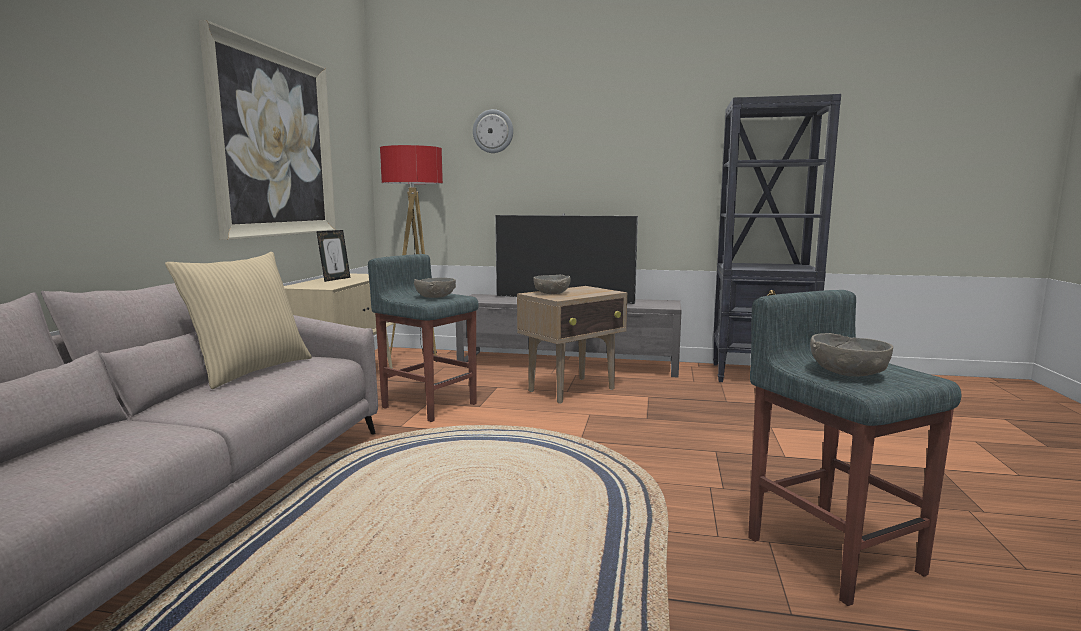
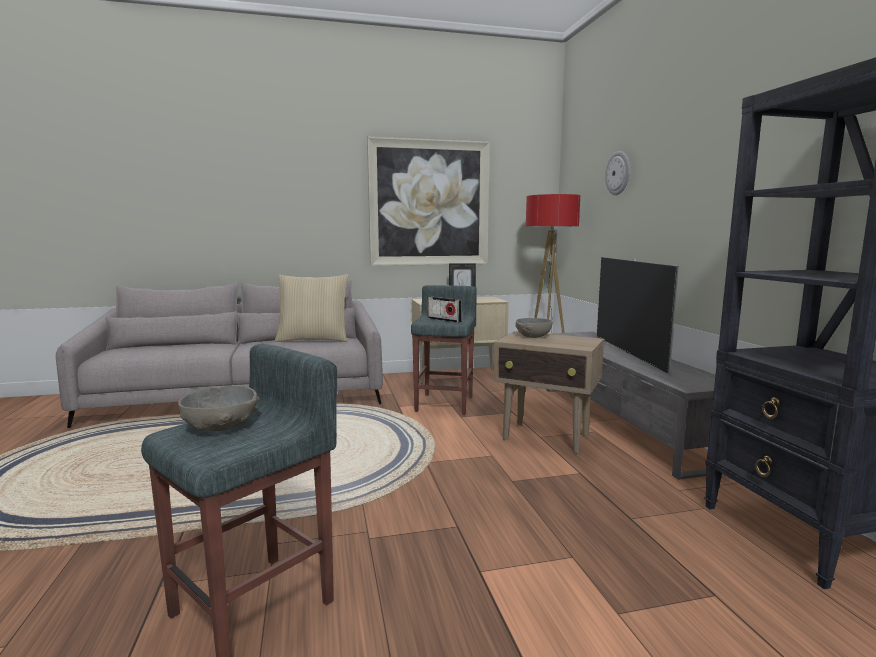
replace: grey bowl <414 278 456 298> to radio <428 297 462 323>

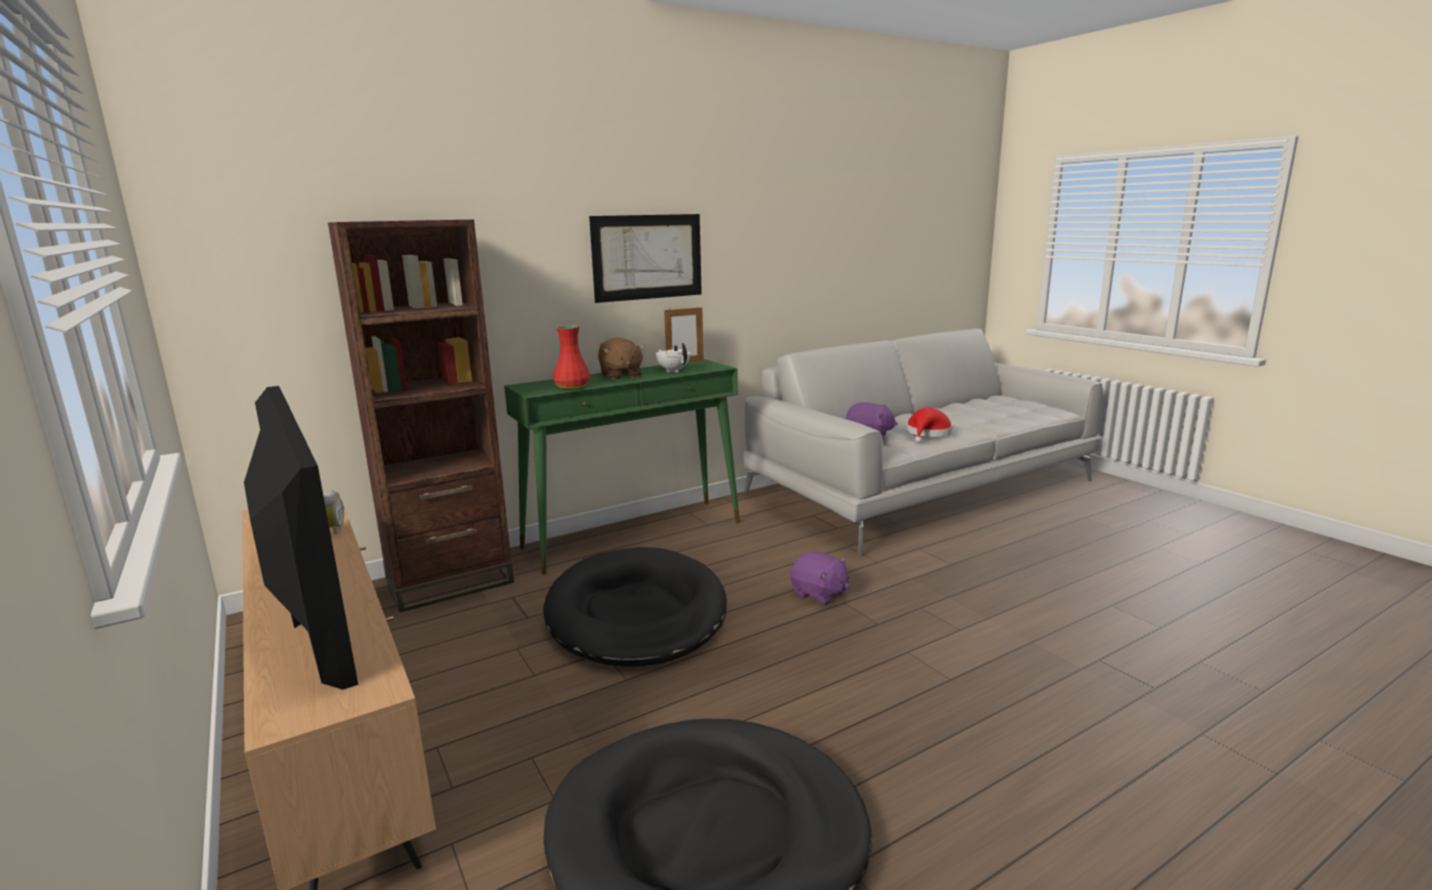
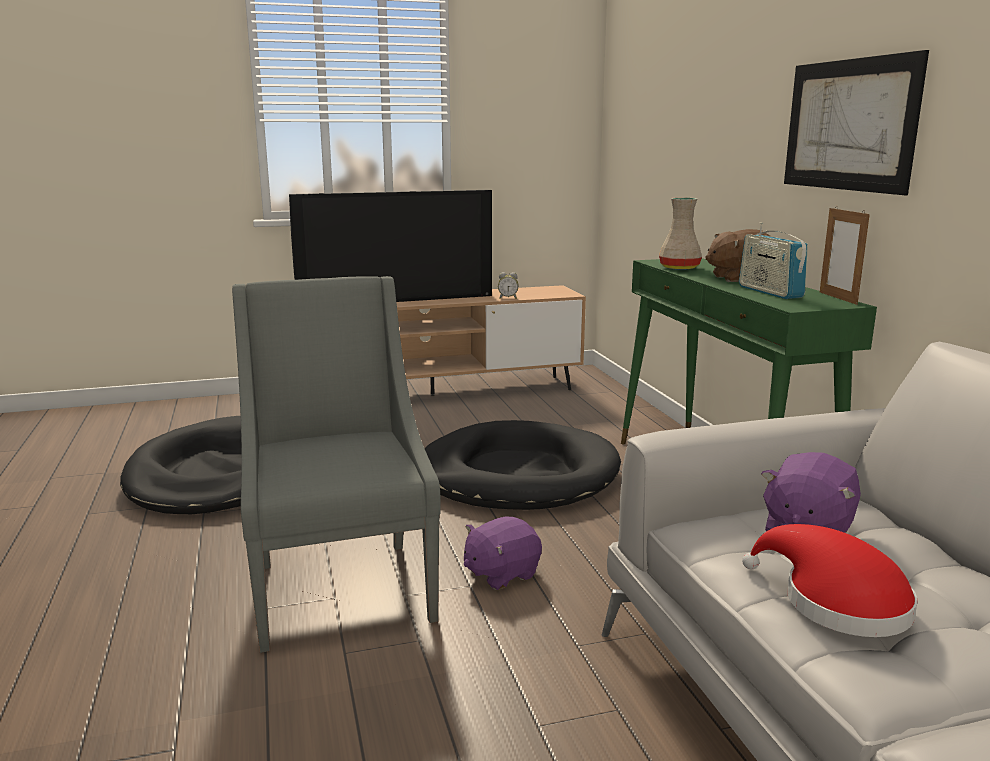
delete: brown bookcase <328 220 514 613>
insert: grey armchair <232 276 441 653>
replace: white teapot <656 343 690 372> to radio <739 222 808 299>
recolor: red vase <553 326 590 389> to beige vase <659 197 702 270>

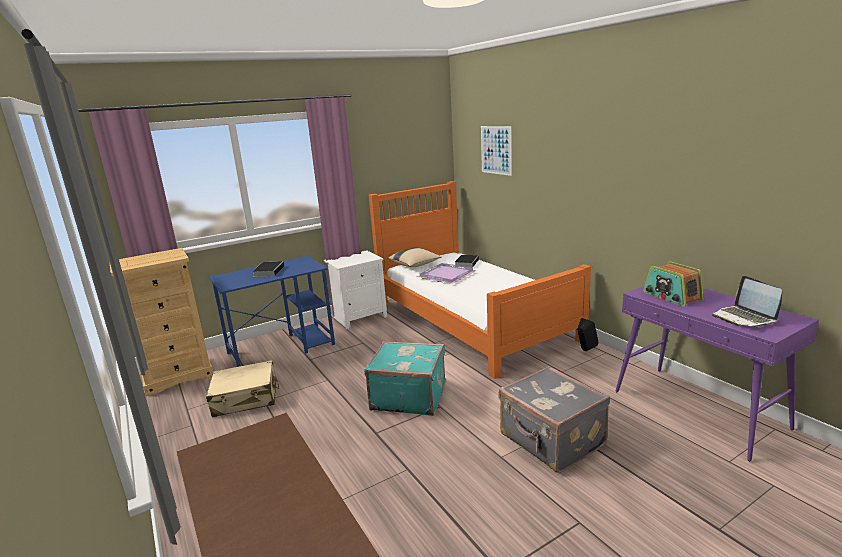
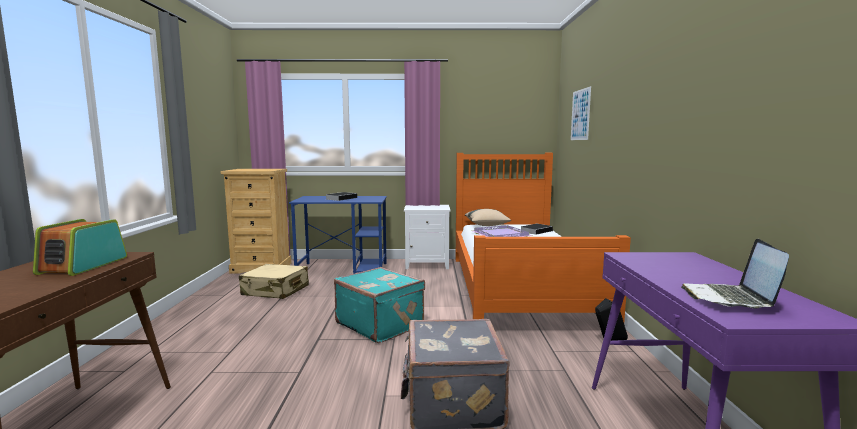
move: radio <643 261 703 306> to <33 219 127 276>

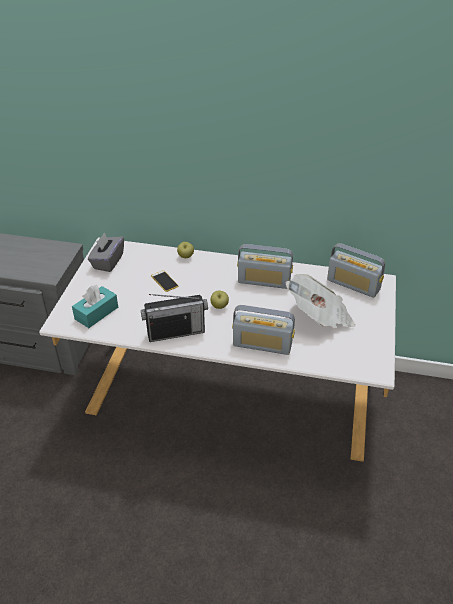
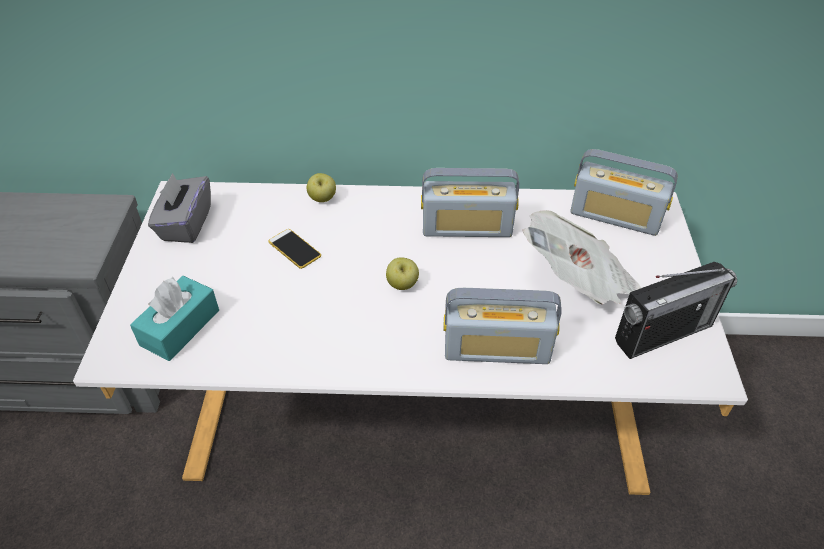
move: radio <141 294 208 342> to <615 262 737 359>

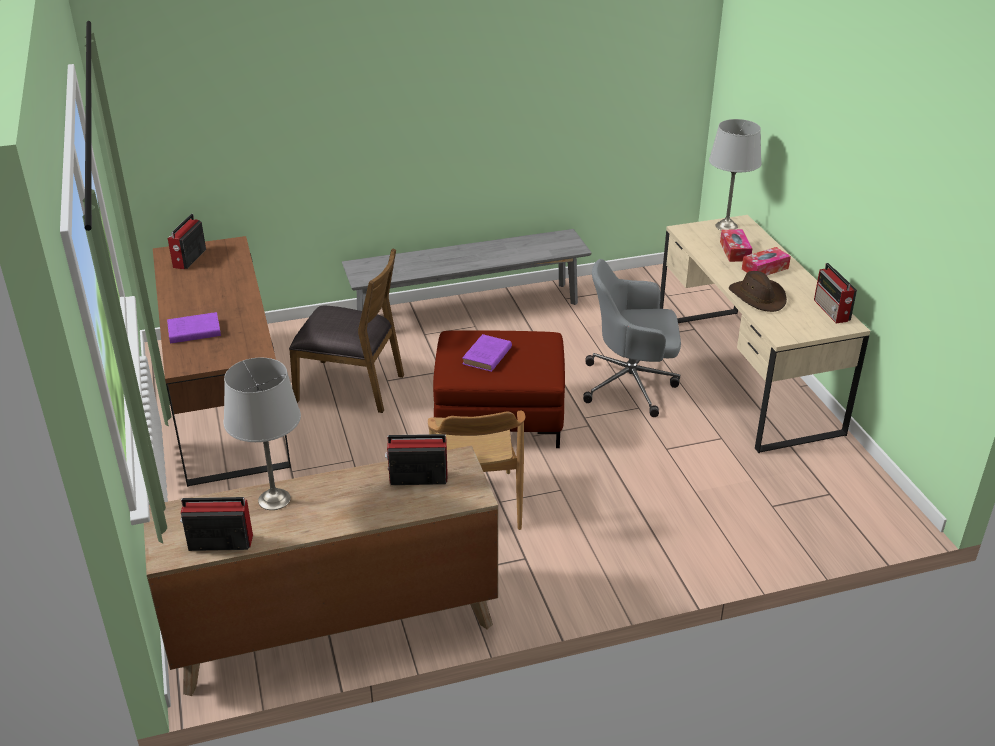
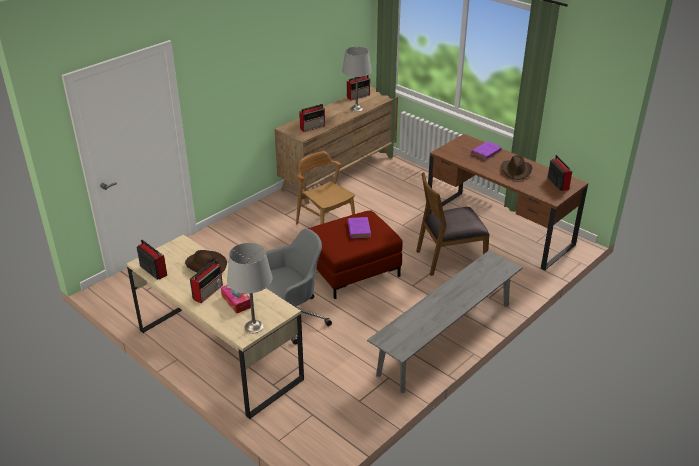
insert: brown hat <502 155 532 180>
replace: tissue box <742 247 791 276> to radio <190 260 223 304>

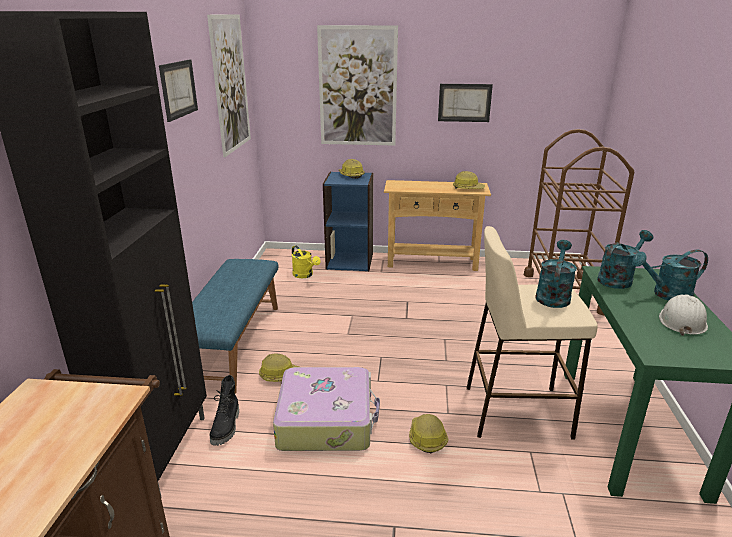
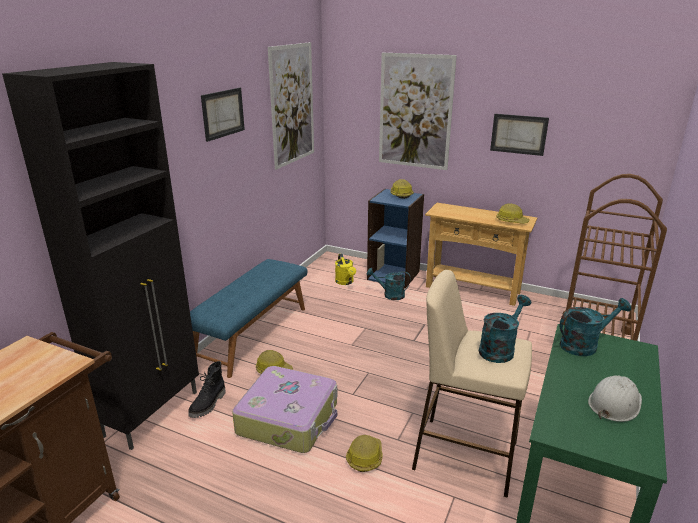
move: turquoise watering can <632 249 708 301> to <367 268 411 300>

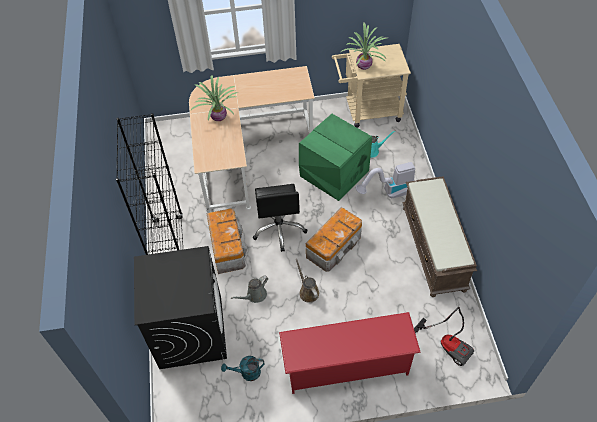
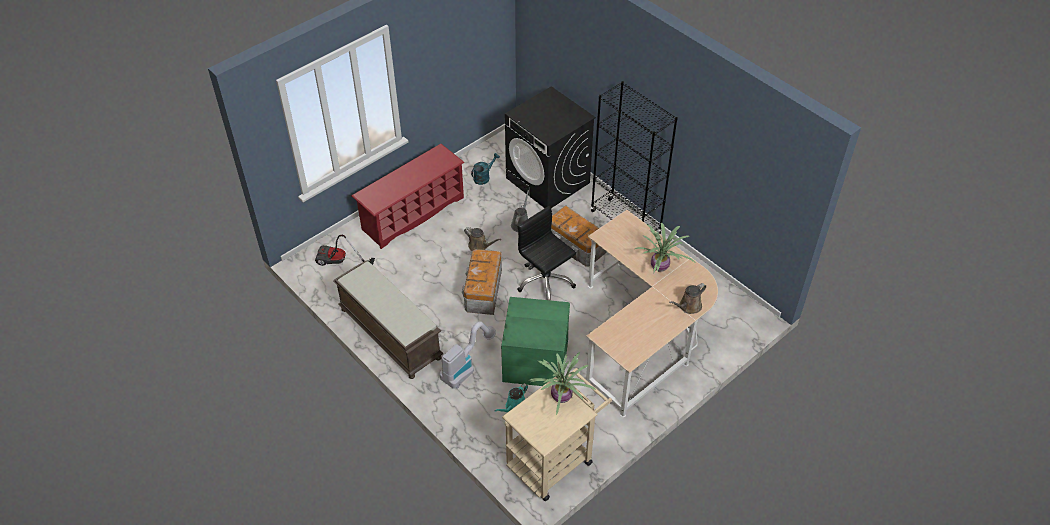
insert: brown watering can <669 283 706 314>

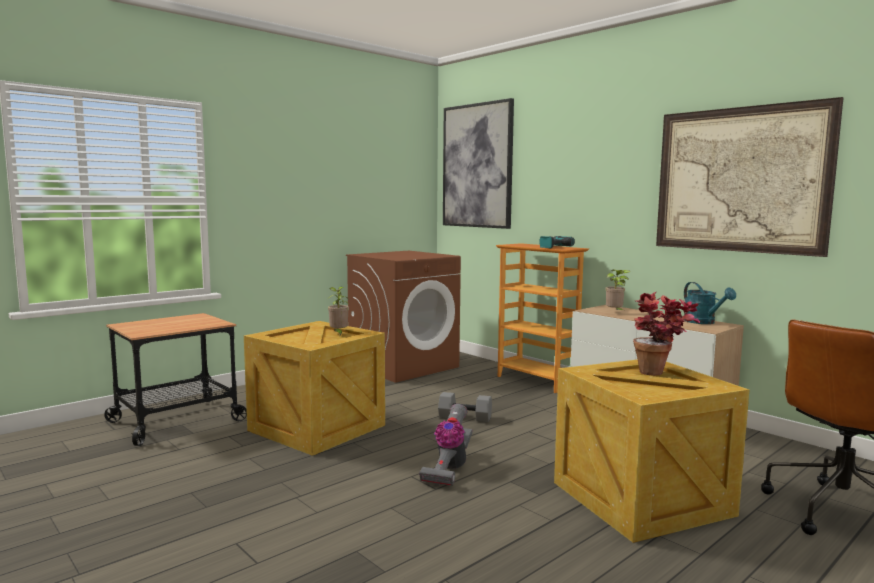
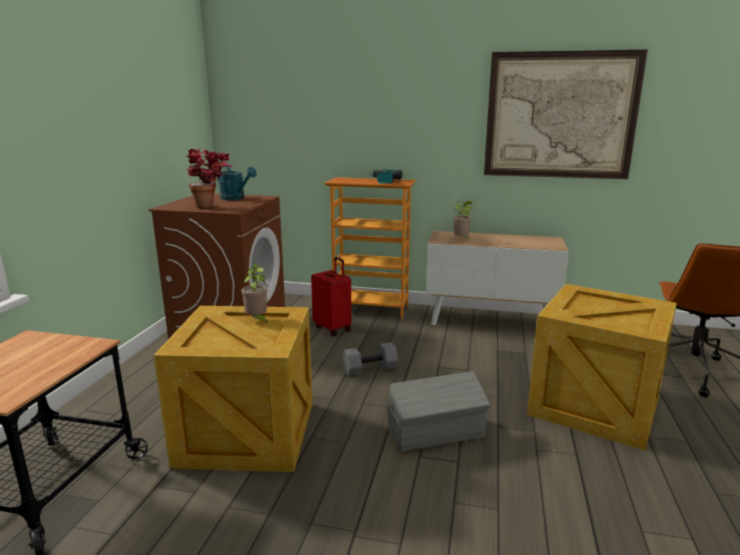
delete: picture <443 98 514 229>
insert: red suitcase <311 257 352 336>
move: turquoise watering can <684 282 736 324> to <217 166 257 200>; potted plant <633 292 700 376> to <187 148 232 208>
replace: vacuum cleaner <419 404 472 486> to grey storage box <387 371 490 452>

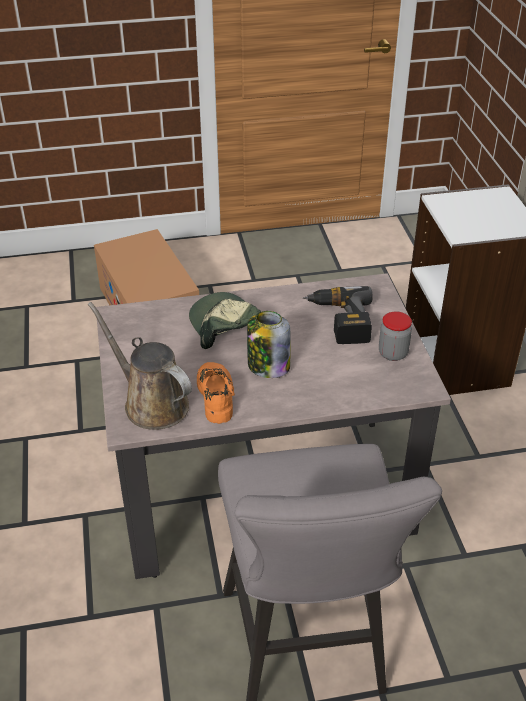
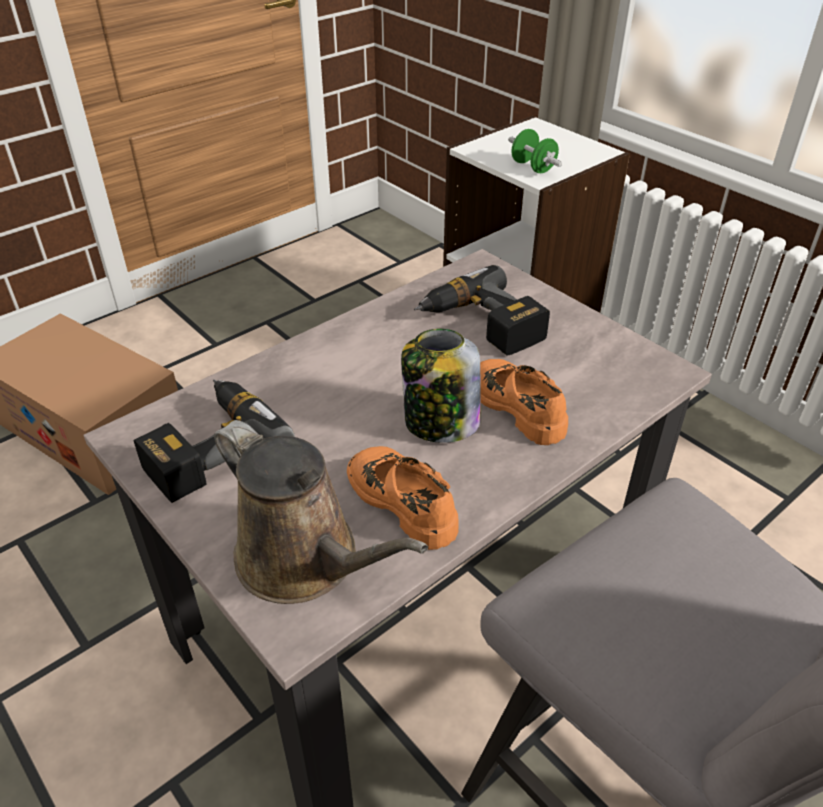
delete: cap <189 292 262 349>; jar <379 311 412 361>
insert: green dumbbell <508 129 562 173>; orange shoe <480 359 568 445>; power drill <134 379 295 503>
rotate: brown watering can <88 302 192 430> = <214 420 428 604> 150 degrees counterclockwise

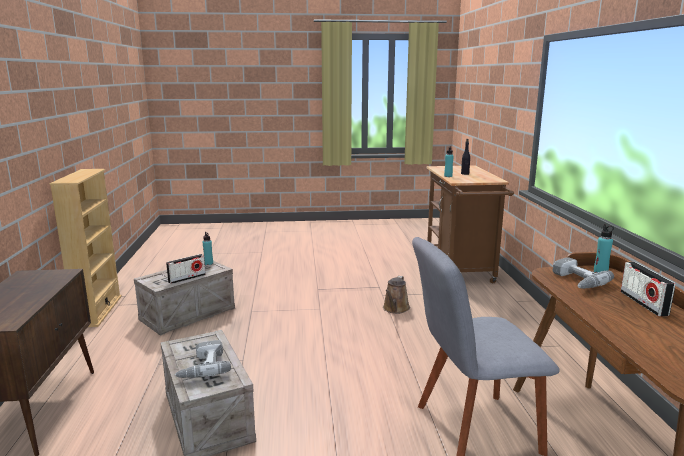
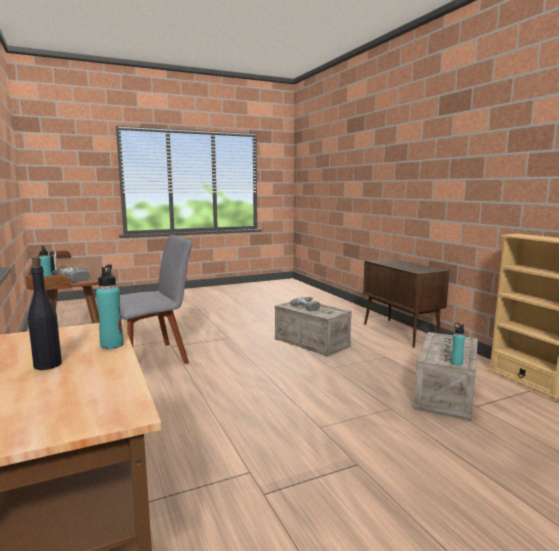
delete: radio <166 254 206 284>; brown watering can <383 276 410 314>

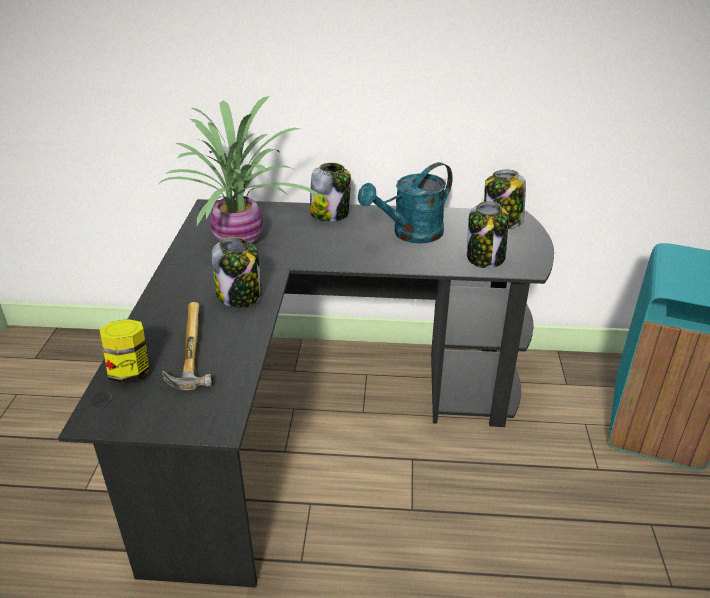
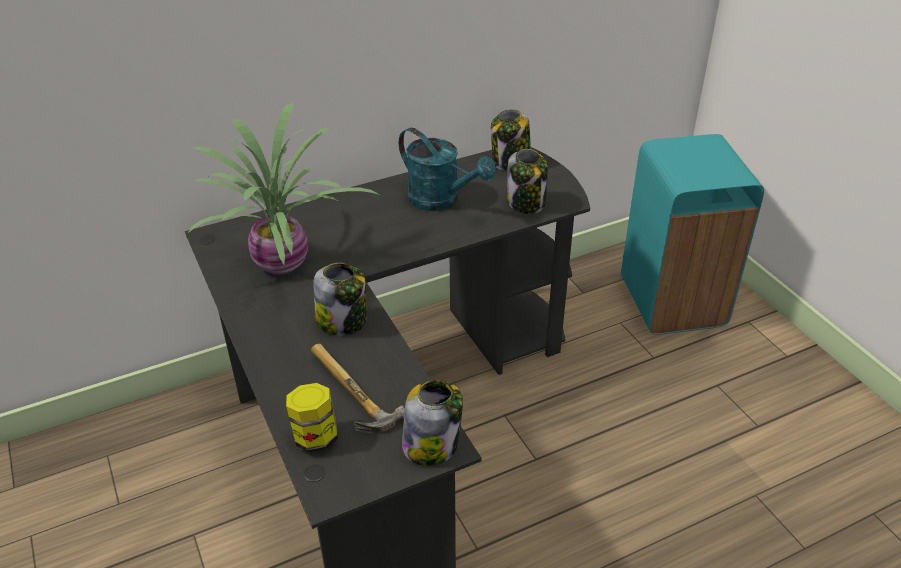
move: jar <310 163 351 221> to <402 380 463 466>
rotate: turquoise watering can <358 162 453 244> = <399 128 496 211> 75 degrees counterclockwise

